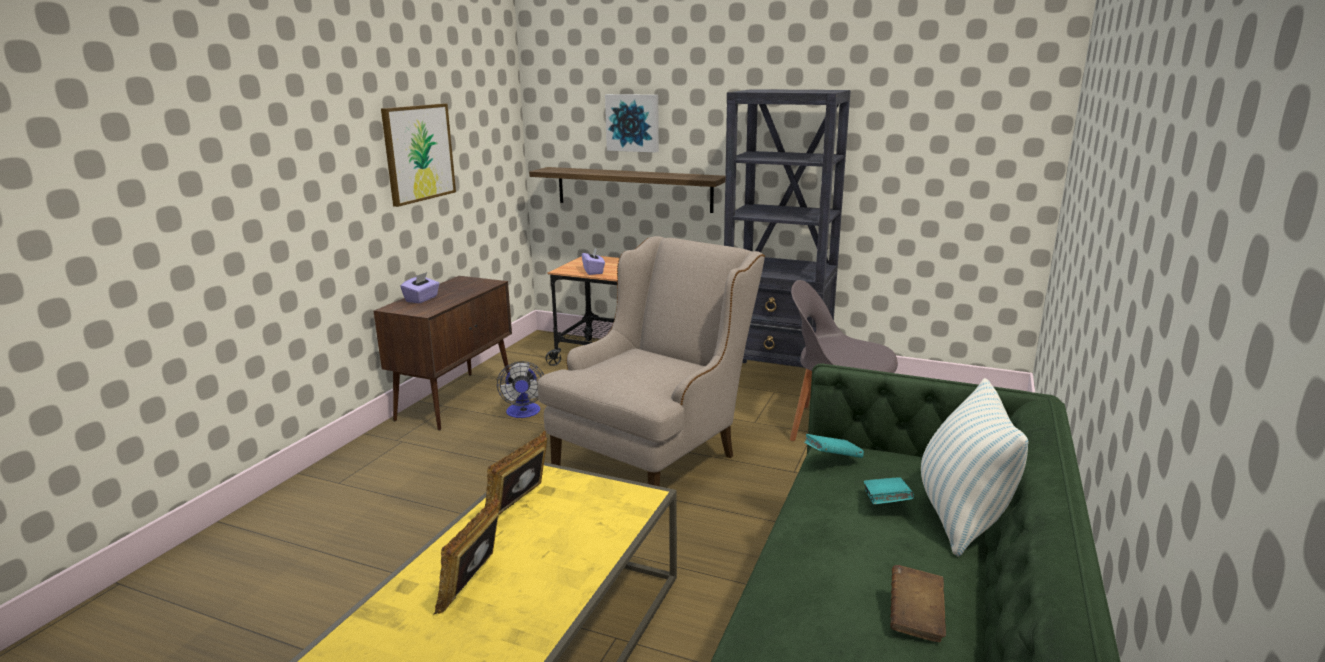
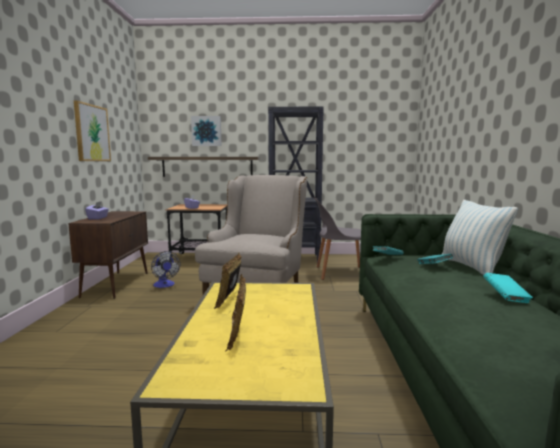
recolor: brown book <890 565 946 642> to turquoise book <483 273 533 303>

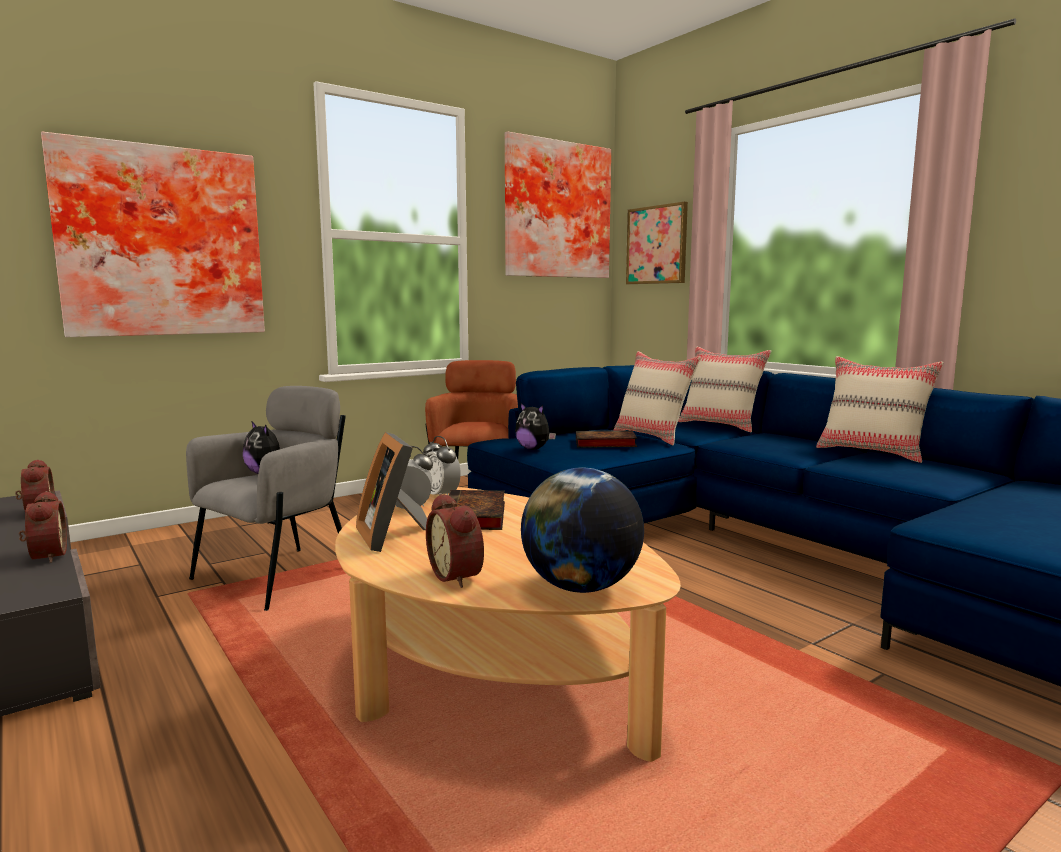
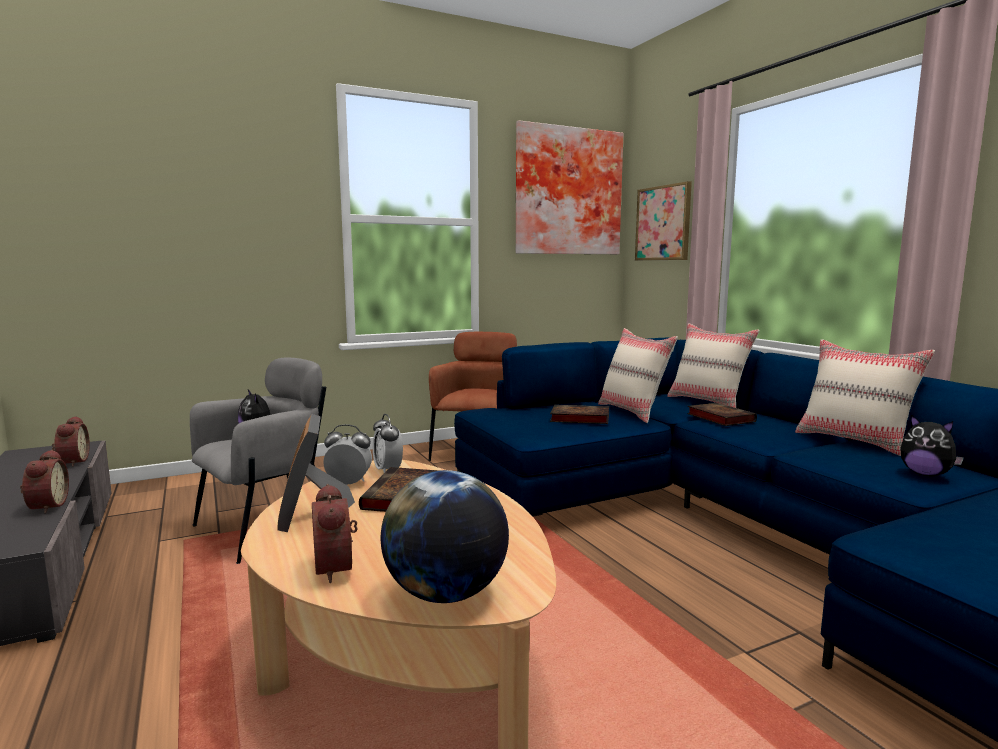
delete: picture <41 132 265 337>
insert: book <687 403 757 426>
move: plush toy <515 403 556 449> to <900 415 964 476>

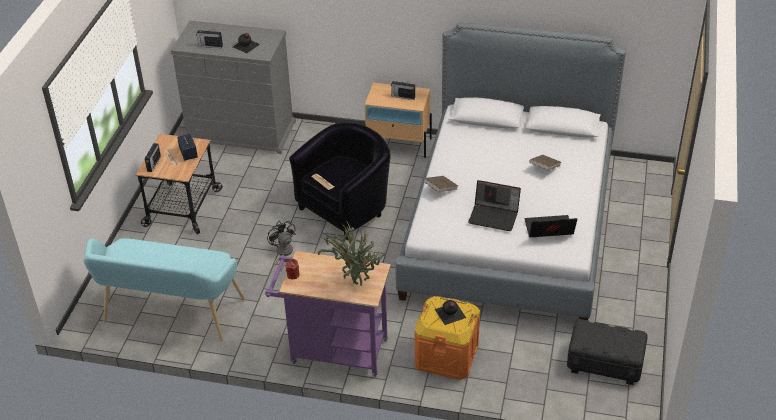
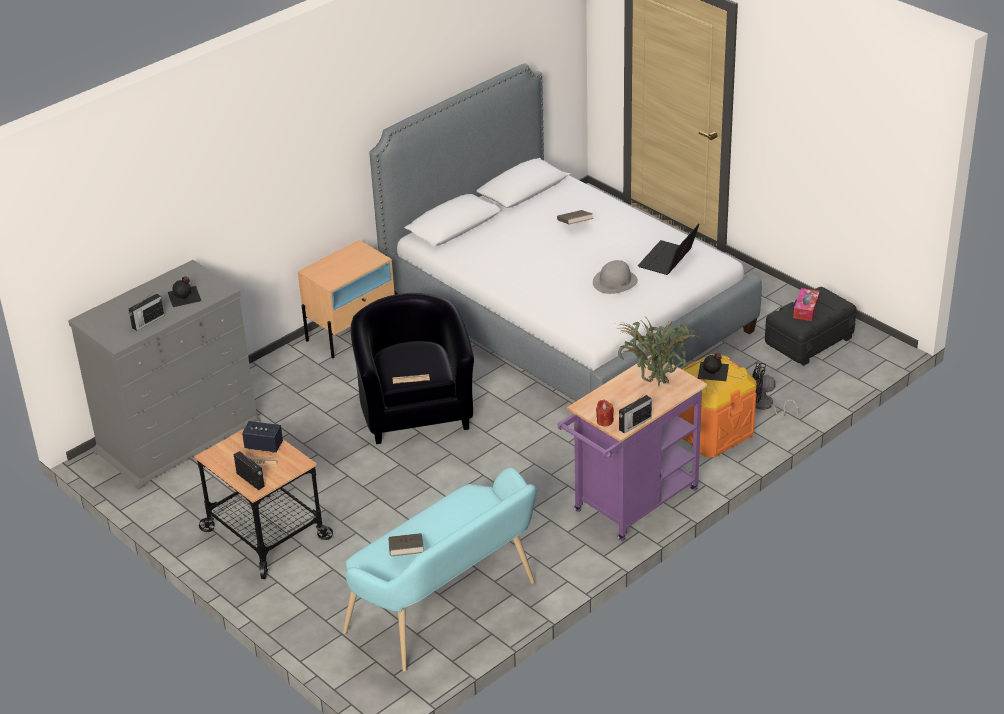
insert: tissue box <793 288 820 321>
move: radio <391 81 415 100> to <619 393 652 433>; brown book <423 176 458 192> to <388 533 424 556>; black fan <267 221 296 271> to <752 362 799 418>
replace: laptop <468 180 521 231> to grey hat <593 260 638 294>

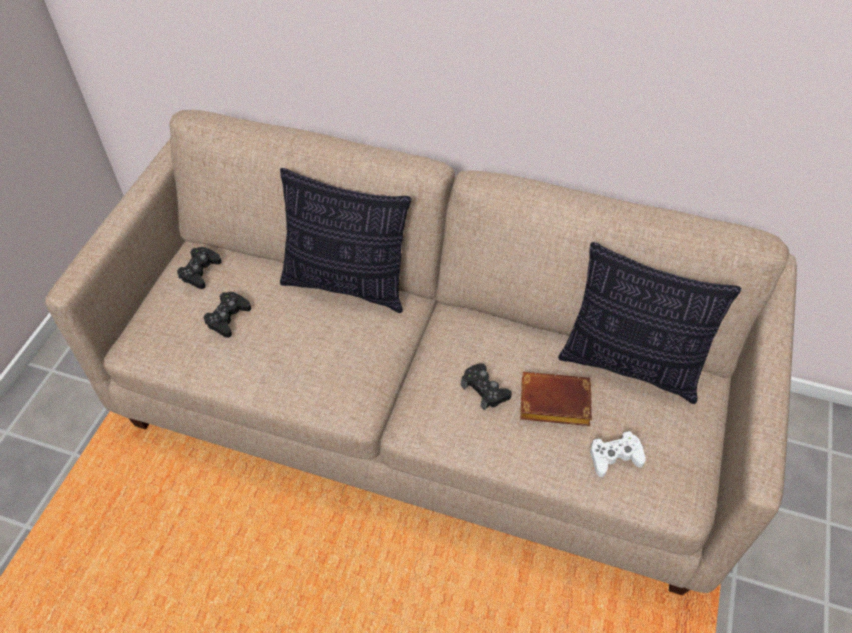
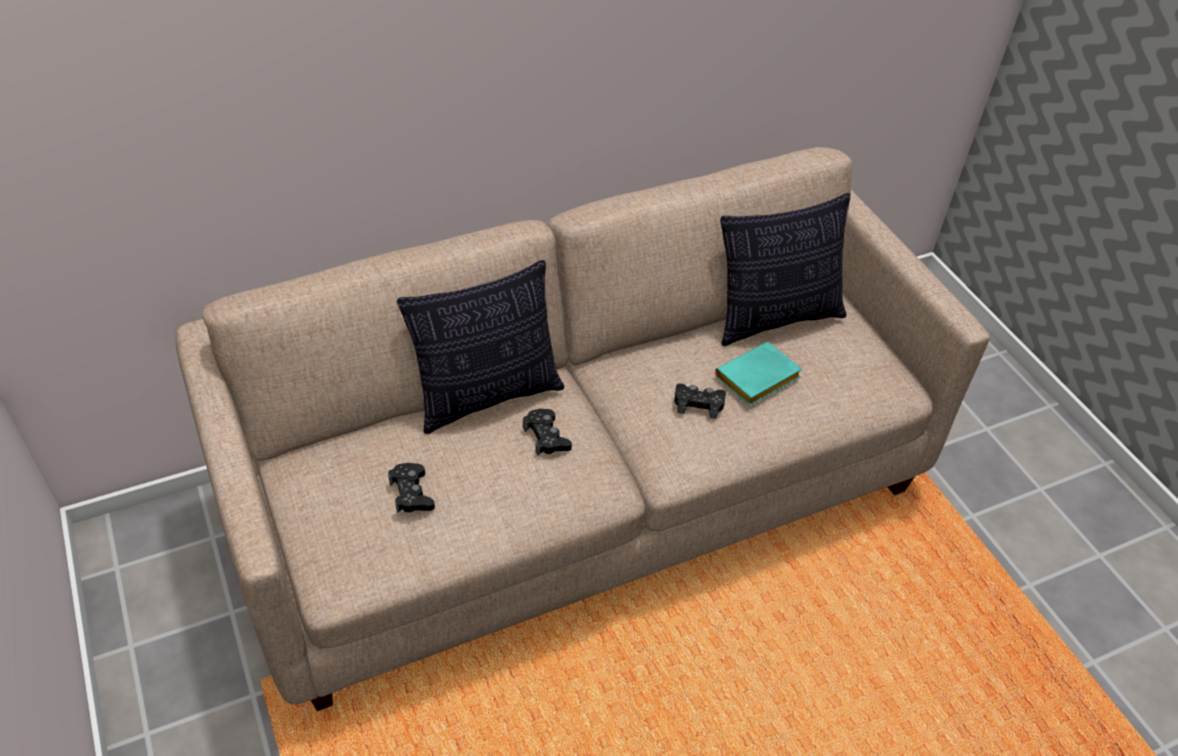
delete: white game controller <590 431 646 477>
move: black game controller <177 247 222 289> to <523 409 572 456>
recolor: brown book <520 372 592 426> to turquoise book <715 342 802 406>

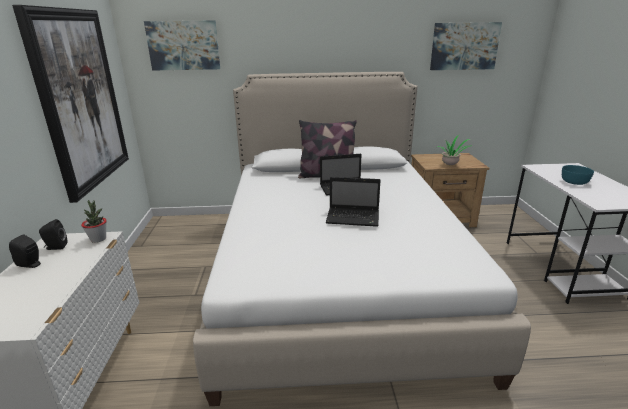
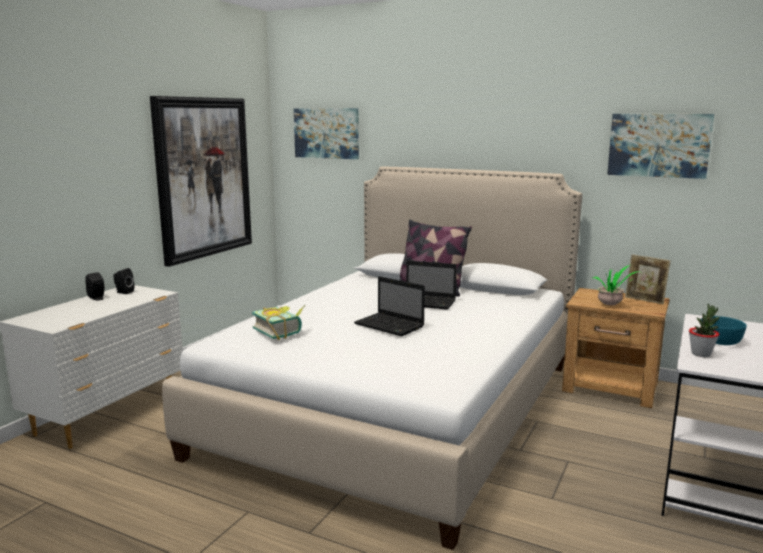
insert: picture frame <625 254 671 304>; book <252 305 306 340>
move: potted plant <81 200 107 243> to <689 304 720 357>

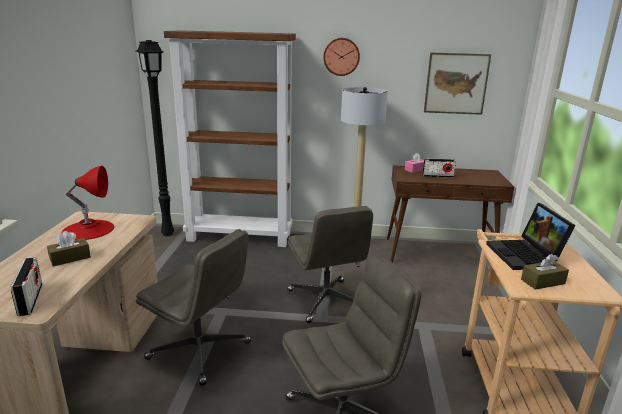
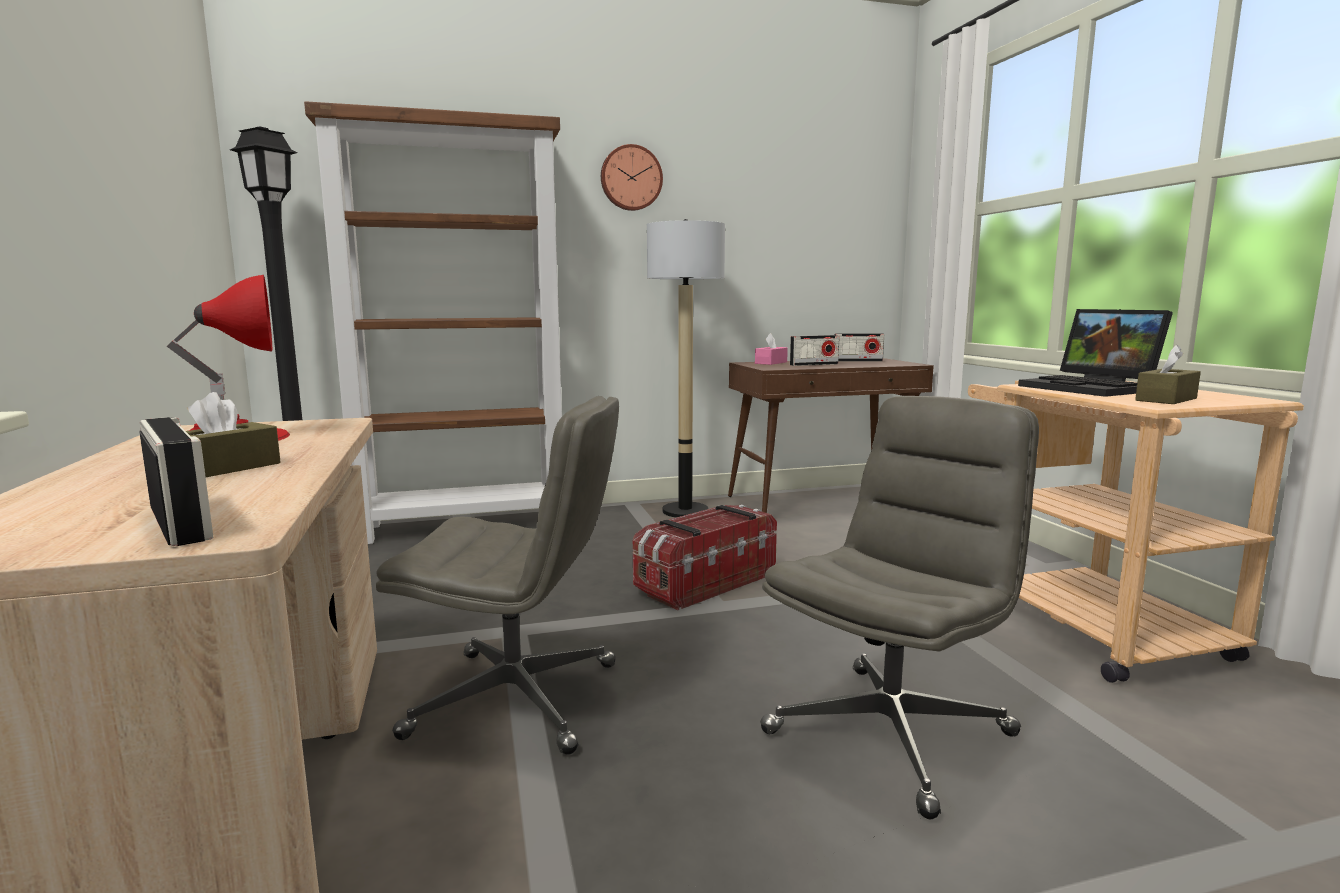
delete: picture <424 53 491 115>
insert: radio <835 333 884 361>
replace: grey office chair <287 206 373 323> to storage box <633 505 777 611>

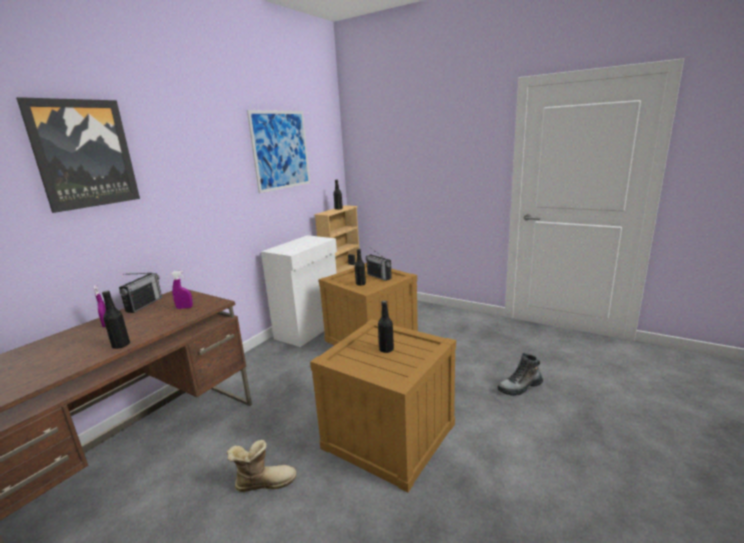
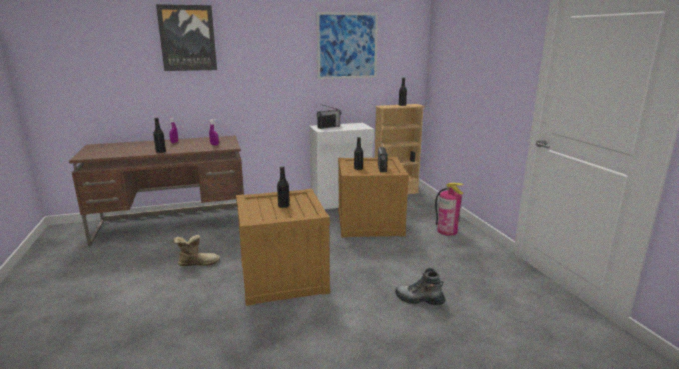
insert: fire extinguisher <435 183 464 236>
move: radio <119 272 162 313> to <317 105 341 129>
rotate: boot <226 440 297 492> = <173 235 220 266> 45 degrees counterclockwise

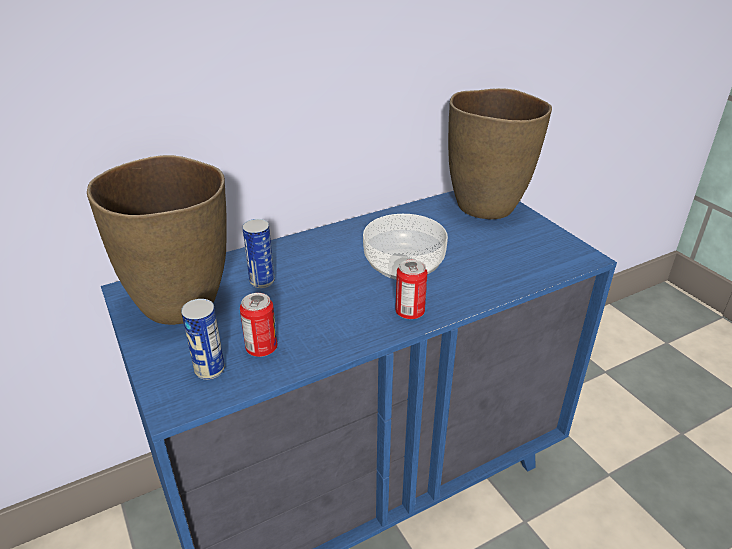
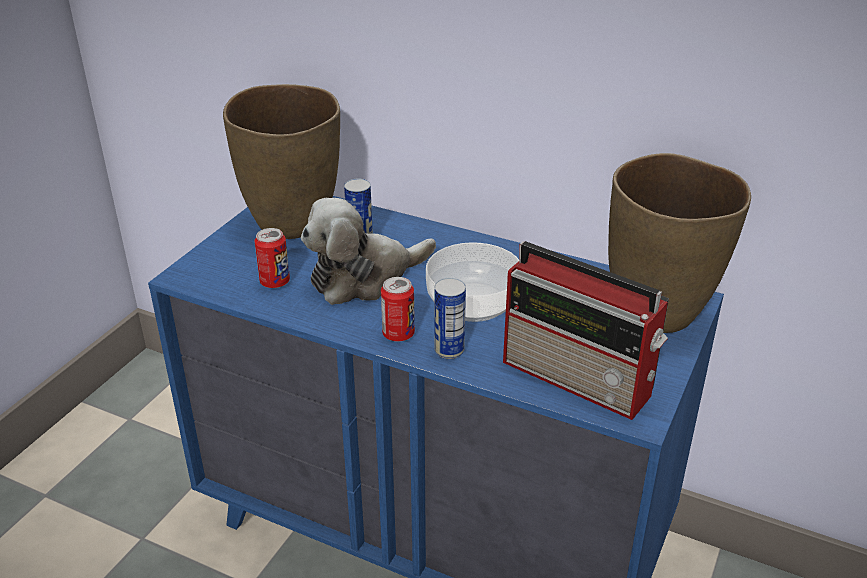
insert: plush toy <301 198 436 305>; radio <503 241 669 420>
move: can <181 299 225 380> to <434 278 466 359>

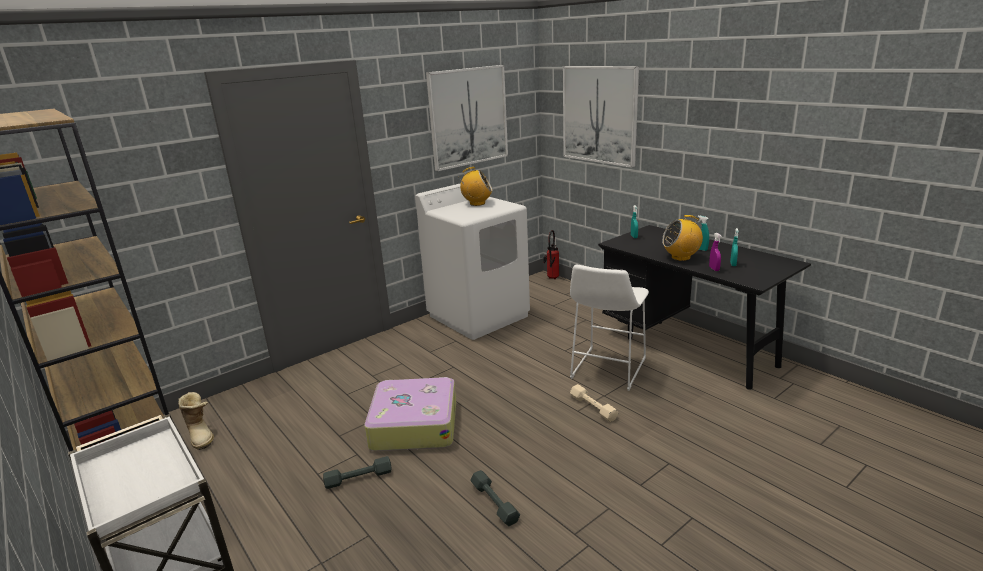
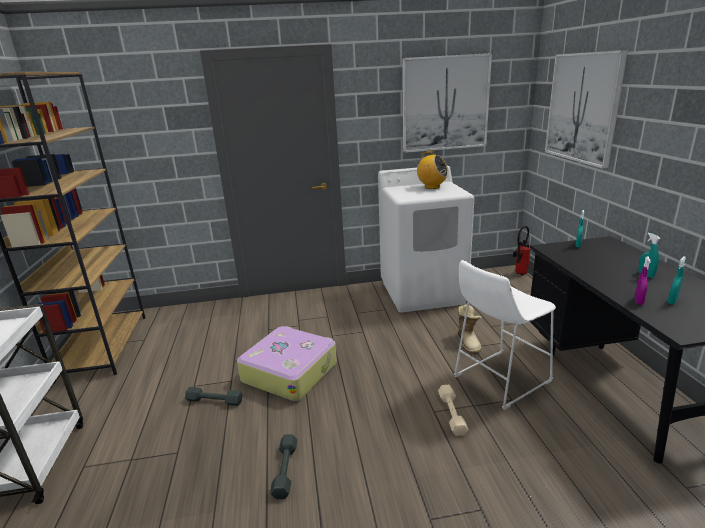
delete: radio <662 215 703 261>
move: boot <178 392 214 450> to <458 304 482 354>

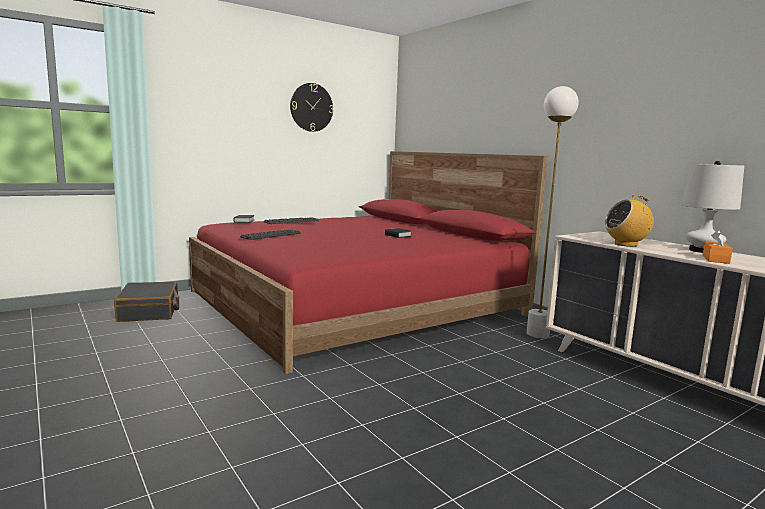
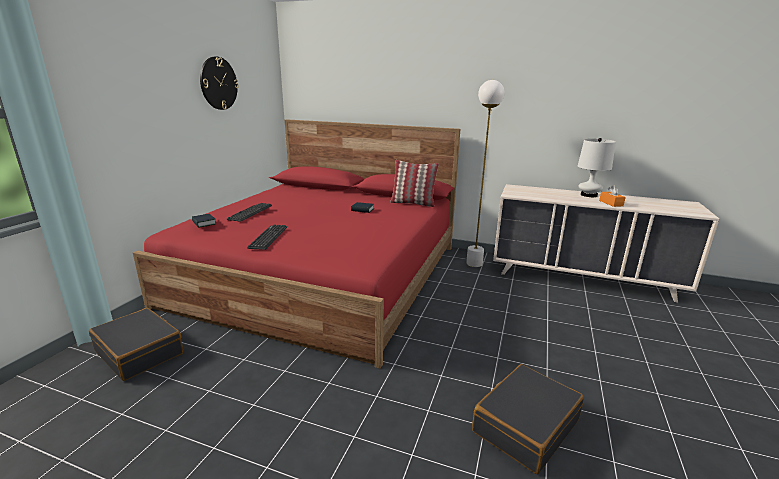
delete: radio <605 195 654 247>
insert: pillow <390 160 439 207>; black suitcase <472 364 584 474>

